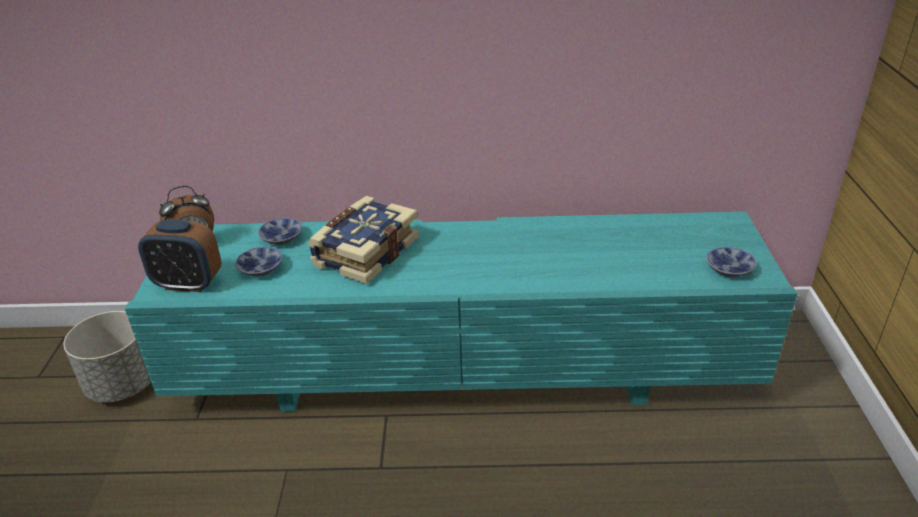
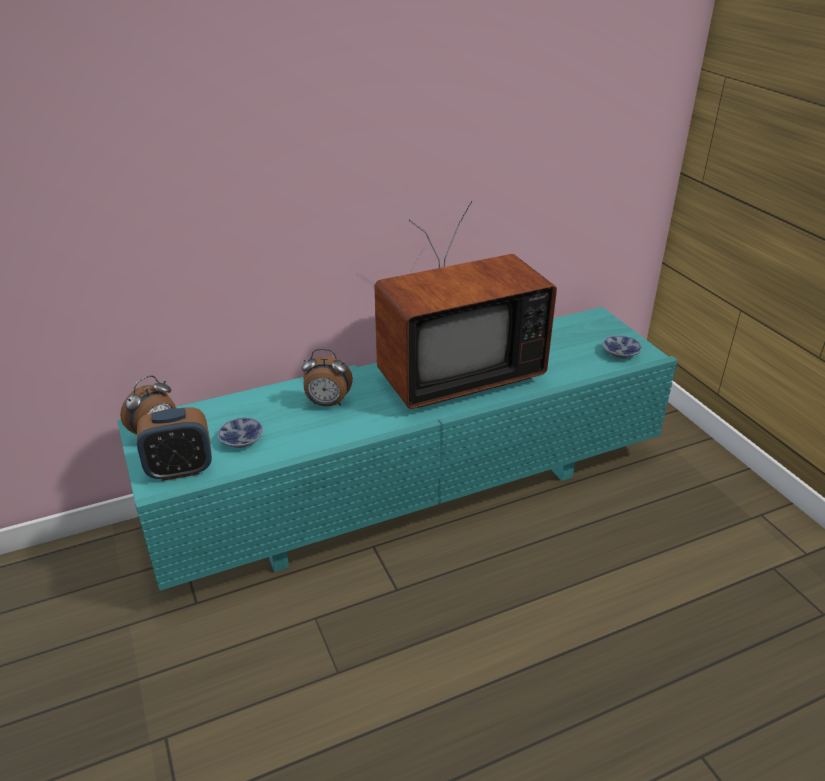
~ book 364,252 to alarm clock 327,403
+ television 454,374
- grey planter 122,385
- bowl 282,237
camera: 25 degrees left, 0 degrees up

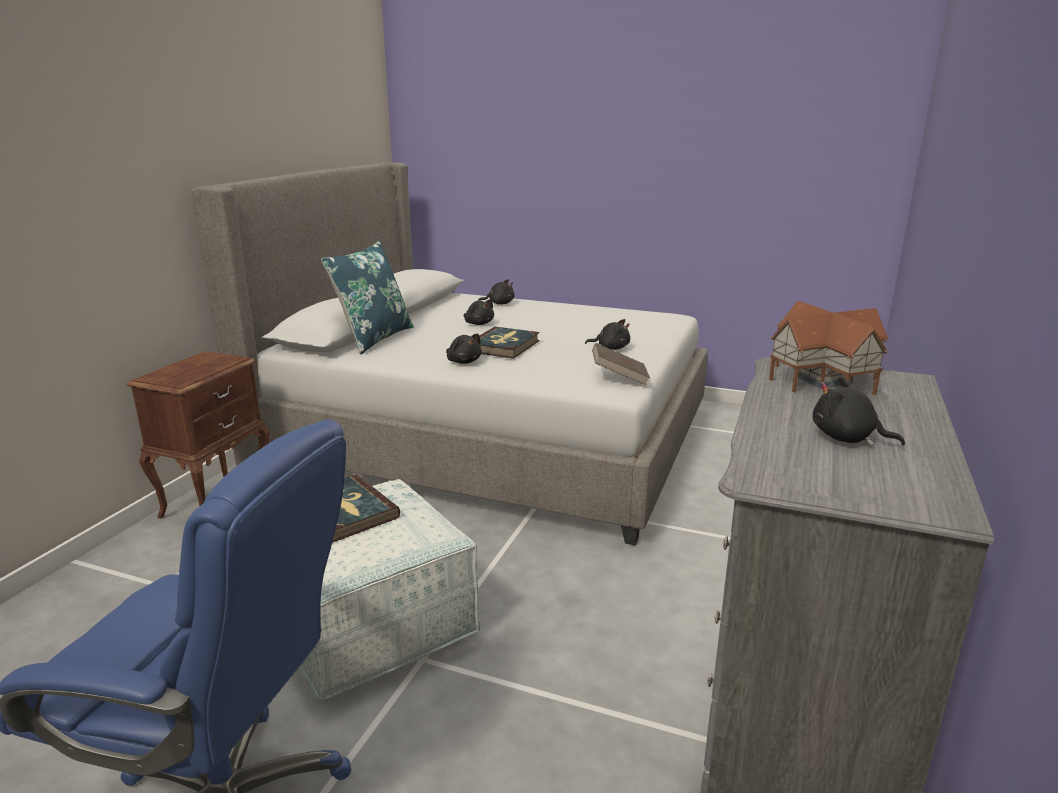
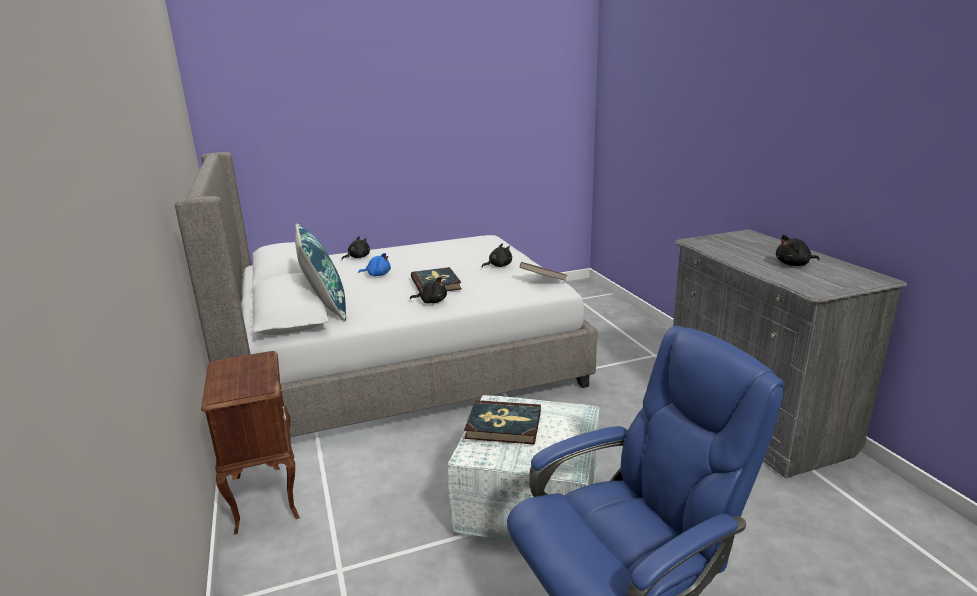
~ black plush toy 478,323 to blue plush toy 377,275
- toy house 822,380
camera: 40 degrees left, 0 degrees up

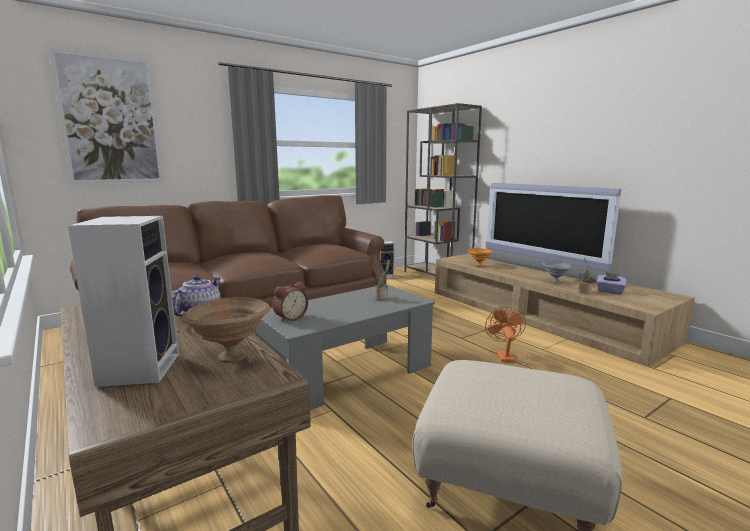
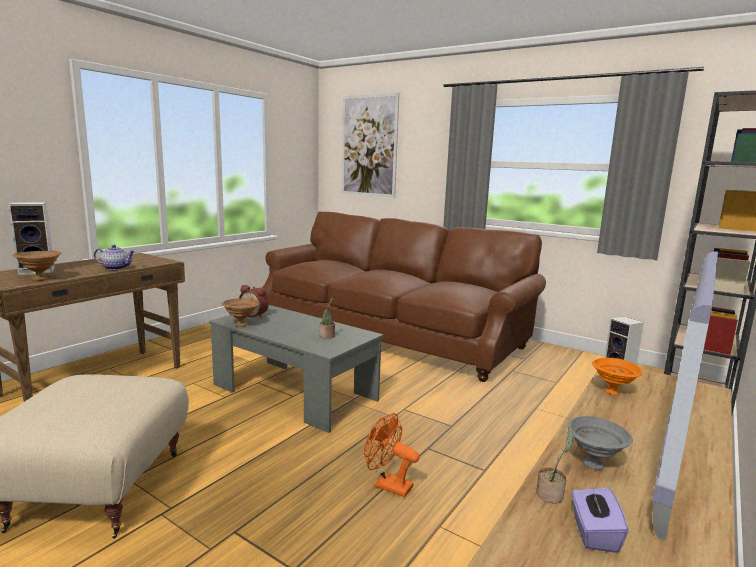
+ brown bowl 240,324
~ orange fan 504,356 = 387,485 135 degrees counterclockwise
camera: 70 degrees right, 0 degrees up

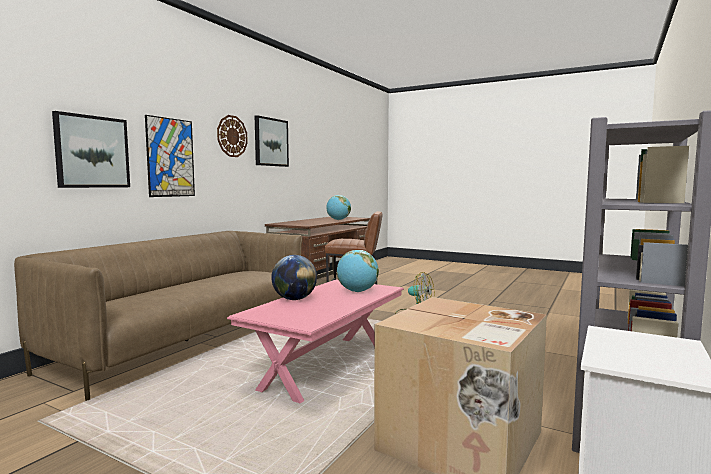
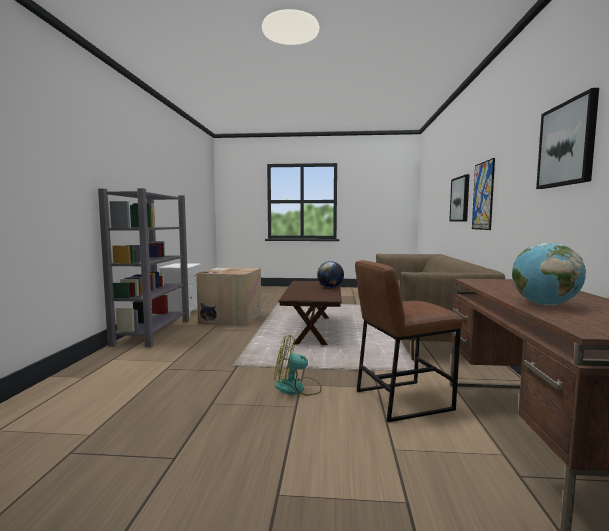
~ pink coffee table 326,366 to brown coffee table 313,330
- wall clock 232,136
- globe 357,291
camera: 155 degrees right, 0 degrees up

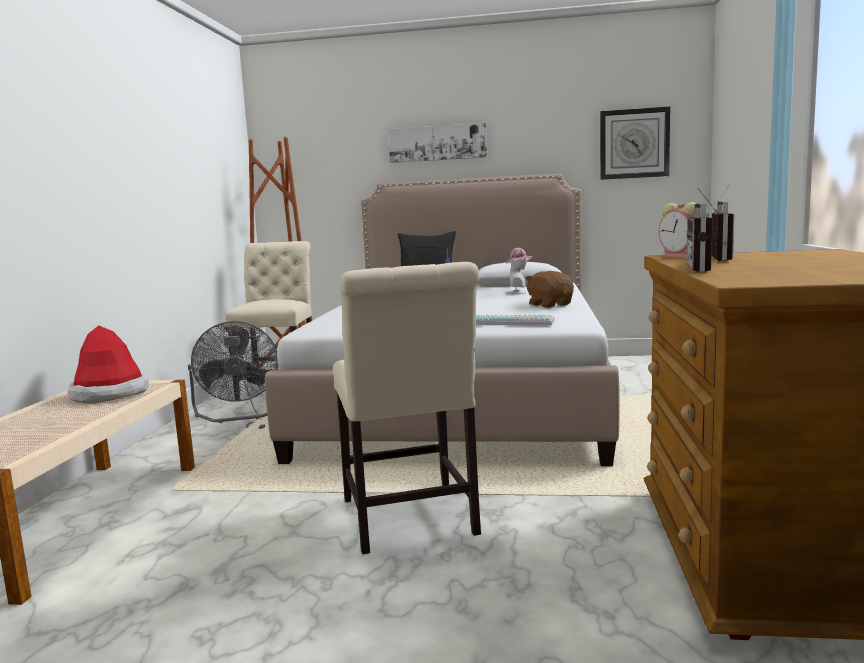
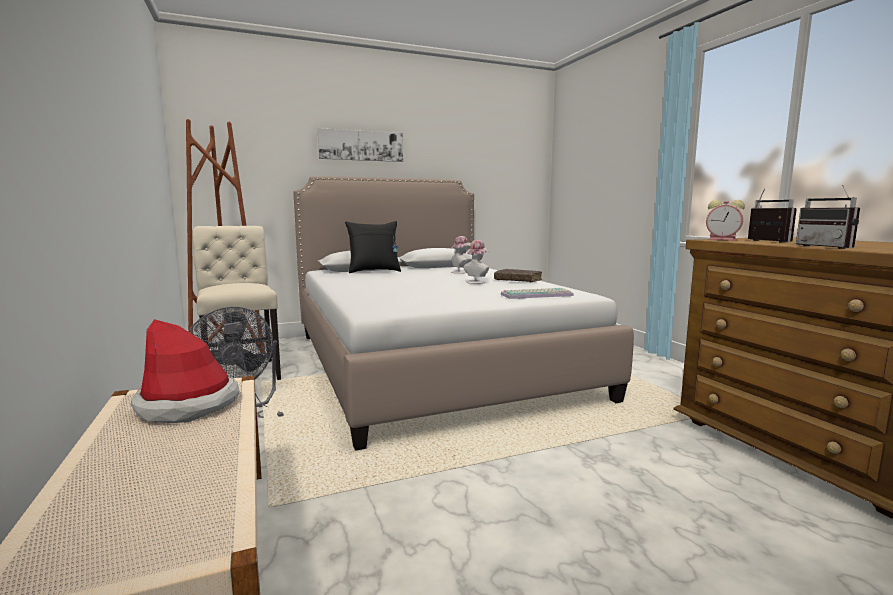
+ hat 477,282
~ brown plush toy 550,305 to brown book 517,280
- beige chair 409,522
- wall clock 634,143
camera: 30 degrees left, 0 degrees up

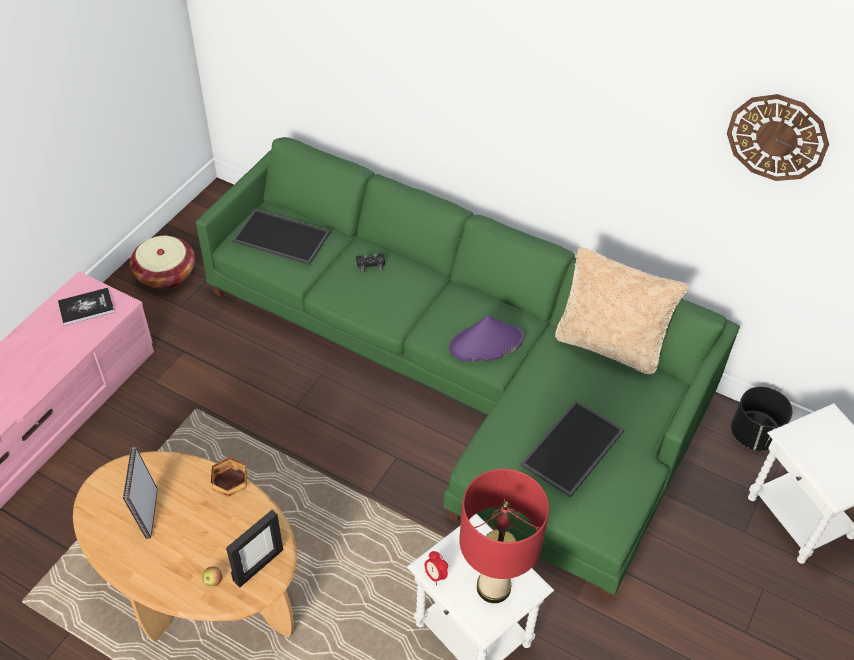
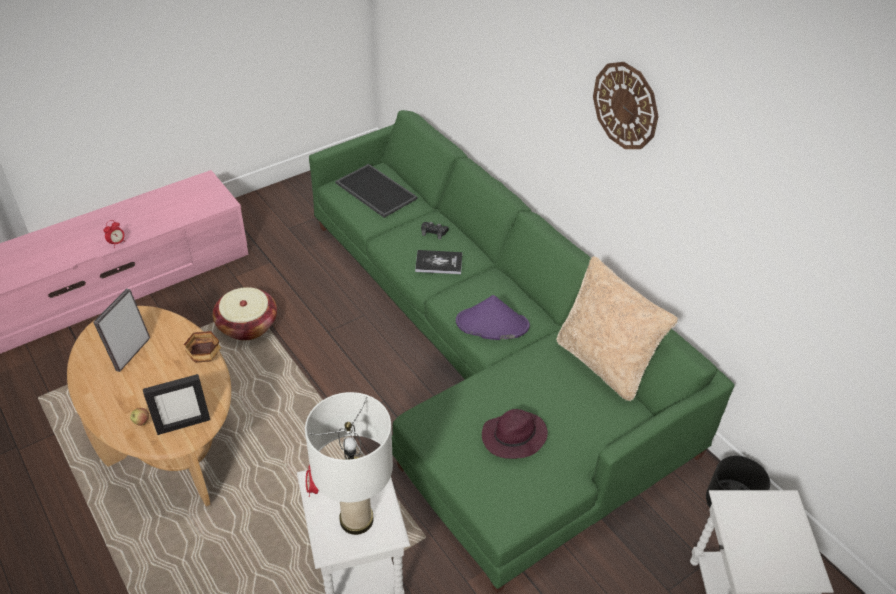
+ alarm clock 117,243
~ basket 165,274 to 247,325
~ red table lamp 494,587 to white table lamp 357,519
~ book 86,307 to 439,263
~ tray 573,449 to purple hat 513,437
~ wall clock 777,137 to 626,105
camera: 25 degrees right, 5 degrees down

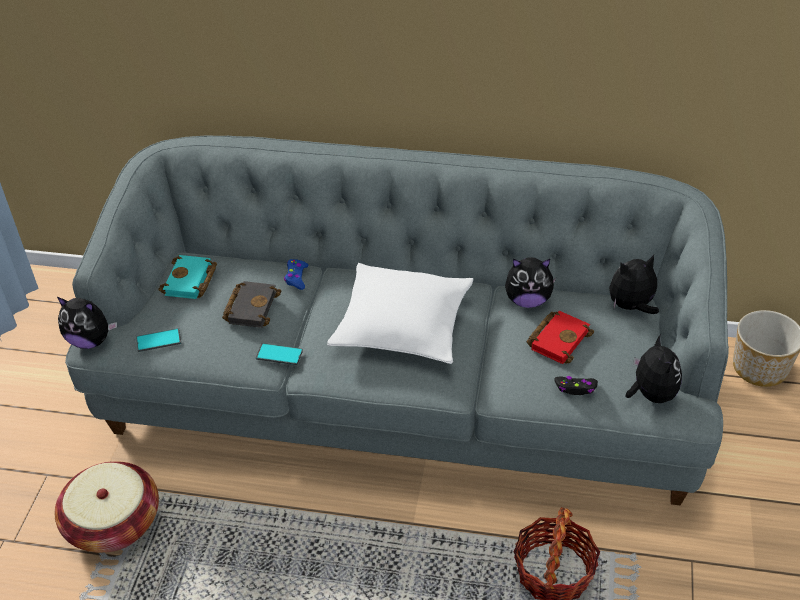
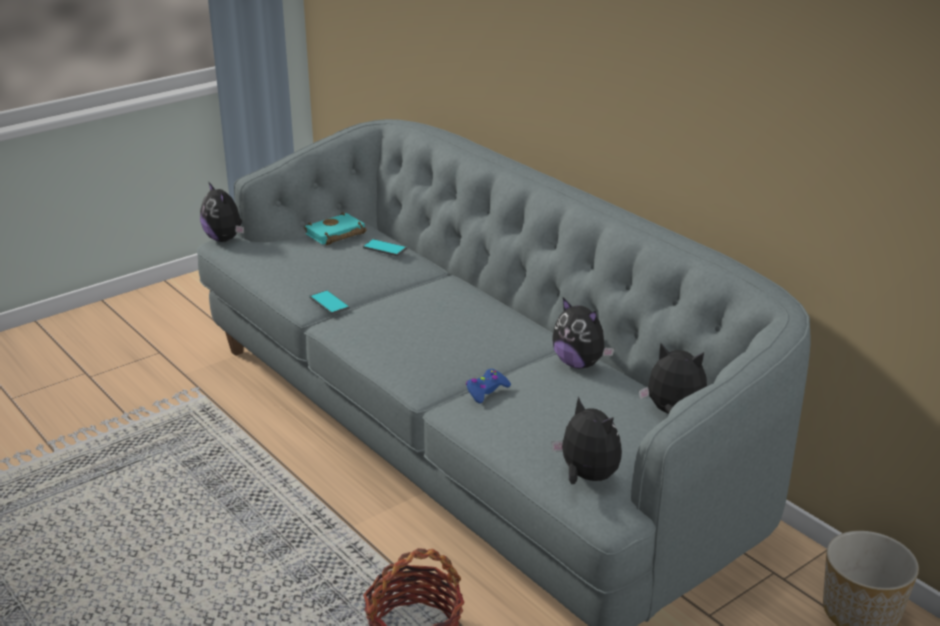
~ phone 159,340 to 385,248
~ blue game controller 296,277 to 486,391
~ plush toy 651,394 = 586,477 75 degrees counterclockwise
- basket 114,523
- black book 251,307
- white pillow 403,324
- red book 558,339
- black game controller 575,388
camera: 40 degrees right, 15 degrees down

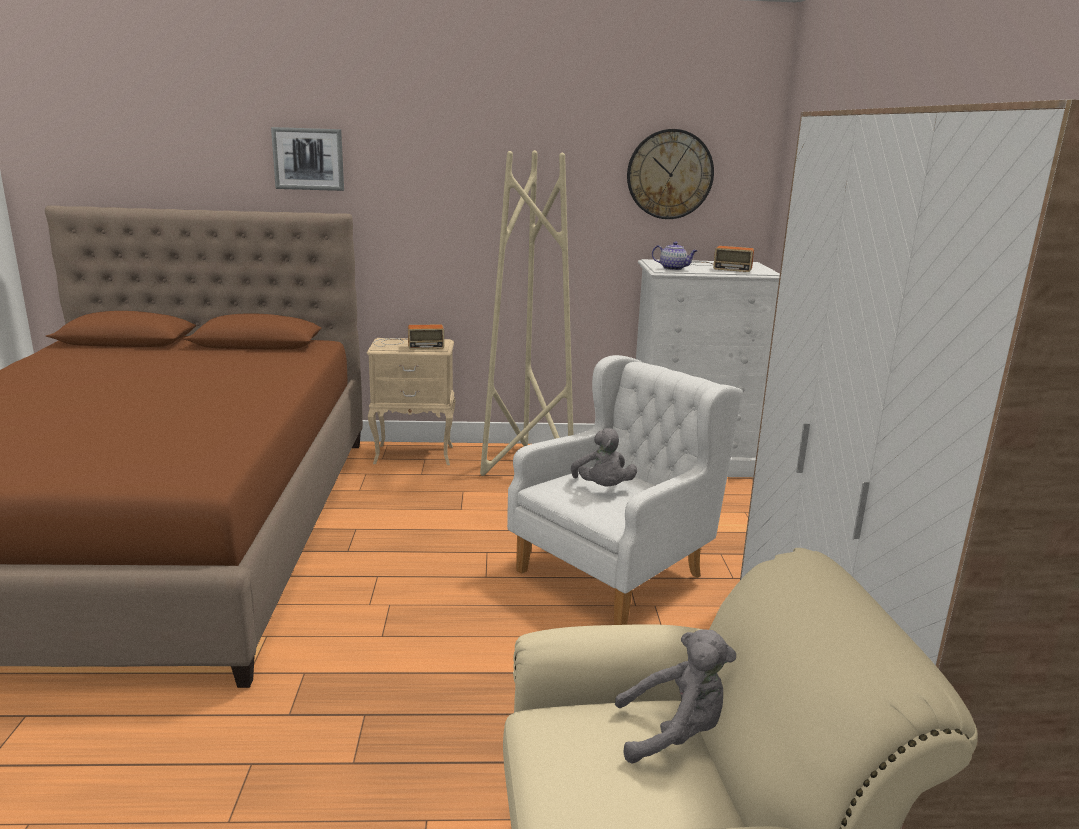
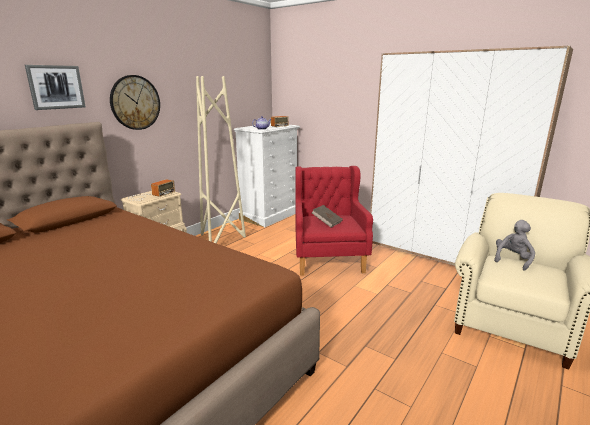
~ wall clock 670,174 to 135,102
~ white armchair 617,573 to red armchair 327,258
~ grey plush toy 603,488 to brown book 327,222
camera: 50 degrees left, 0 degrees up

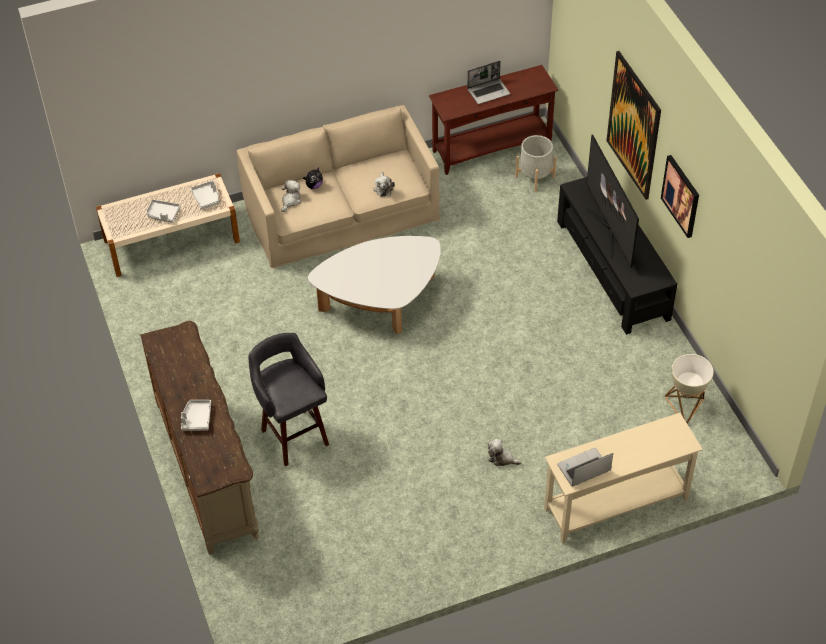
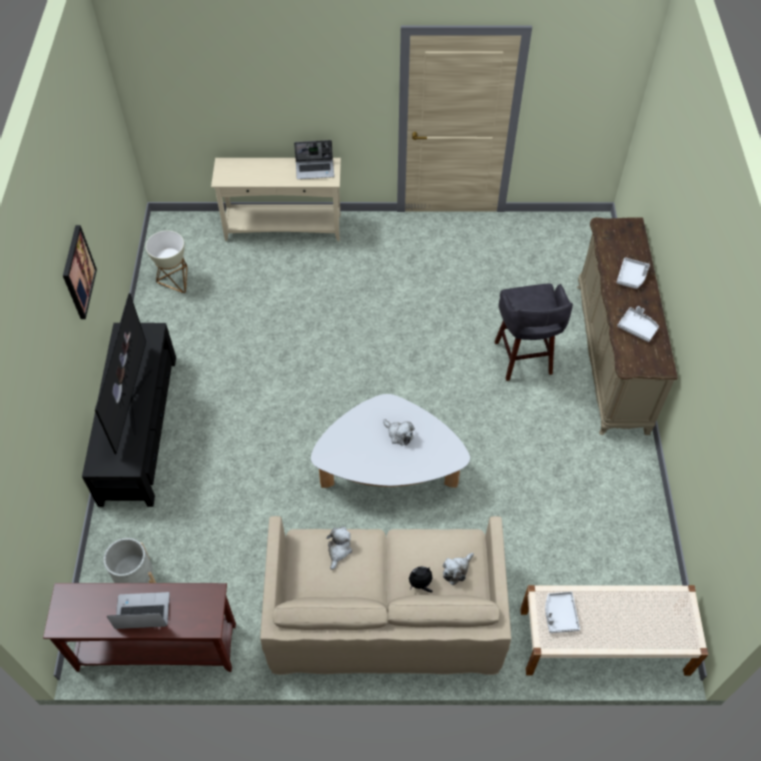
~ plush toy 501,458 to 399,434
~ grey tray 163,214 to 637,328
- picture 634,125
camera: 160 degrees left, 5 degrees up

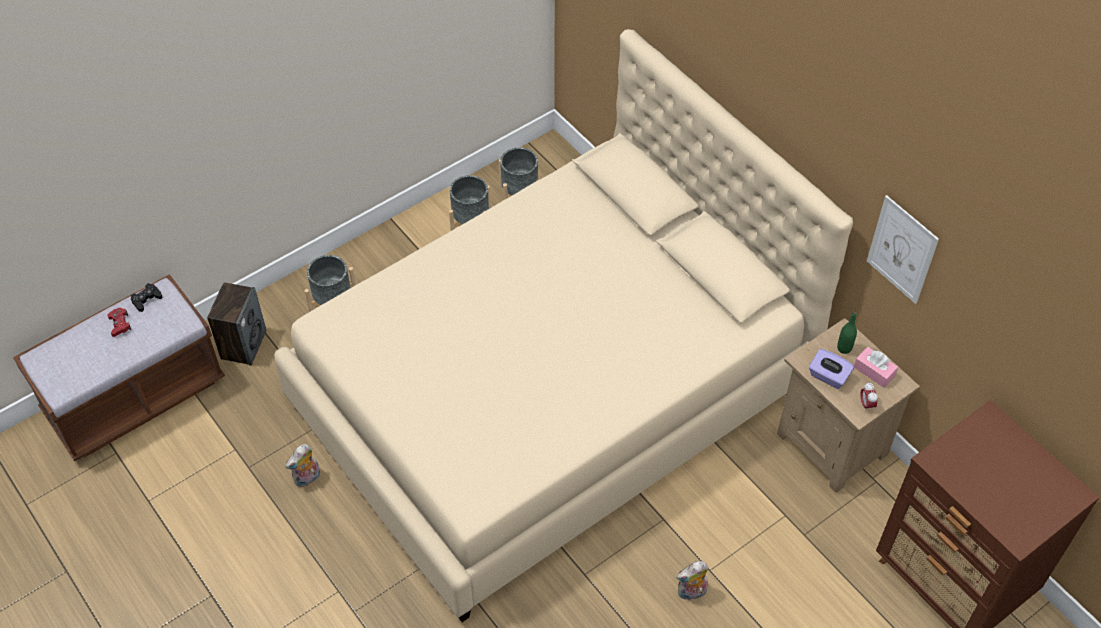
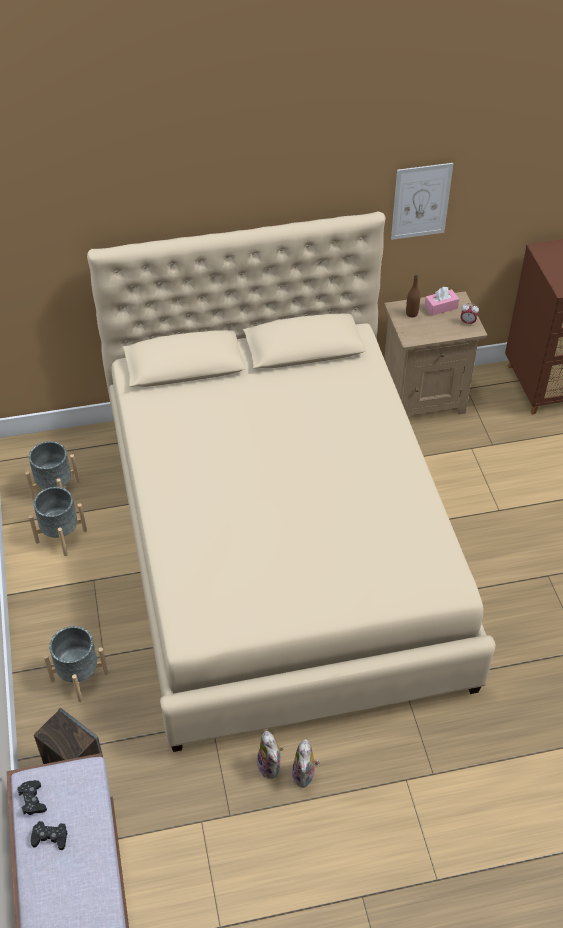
~ red game controller 120,324 to black game controller 50,837
~ plush toy 691,593 to 305,775
~ green bottle 844,348 to brown bottle 411,313
- purple tissue box 828,376
camera: 65 degrees left, 5 degrees down

